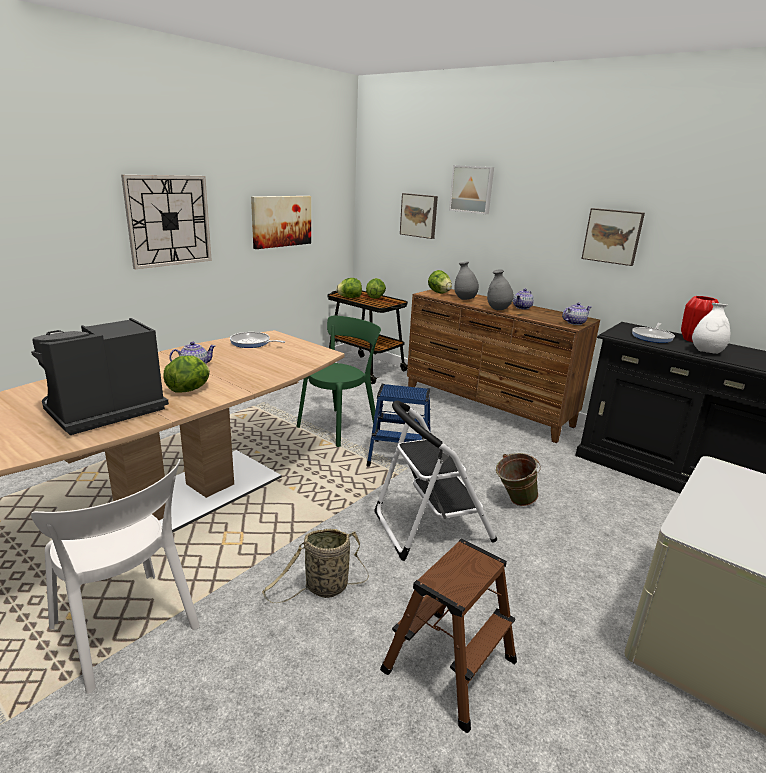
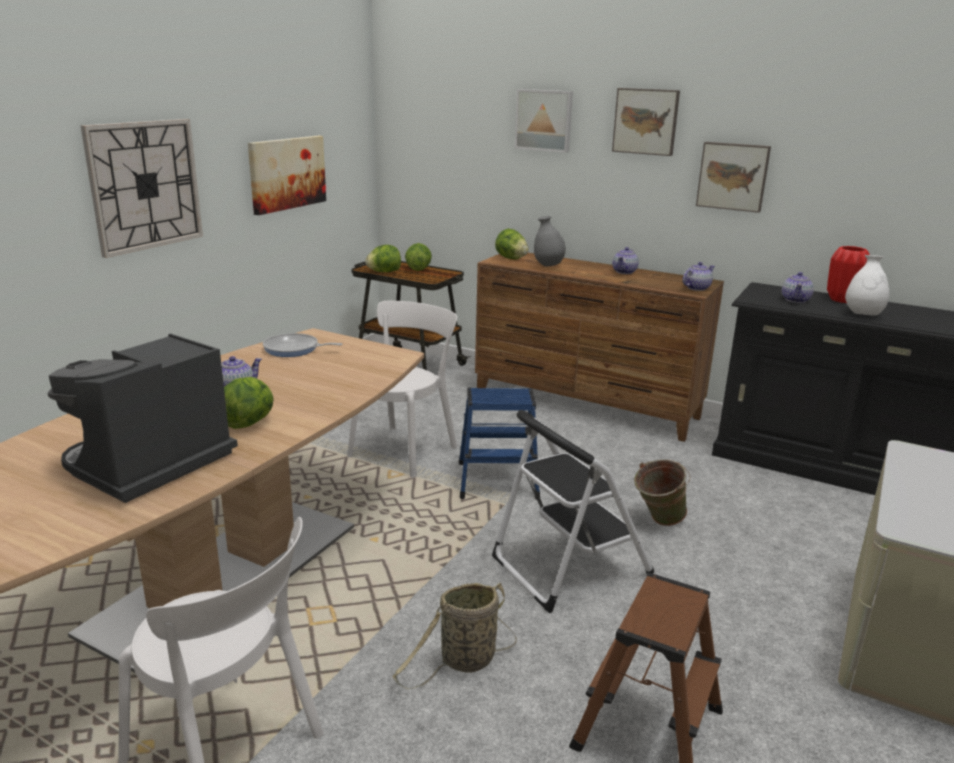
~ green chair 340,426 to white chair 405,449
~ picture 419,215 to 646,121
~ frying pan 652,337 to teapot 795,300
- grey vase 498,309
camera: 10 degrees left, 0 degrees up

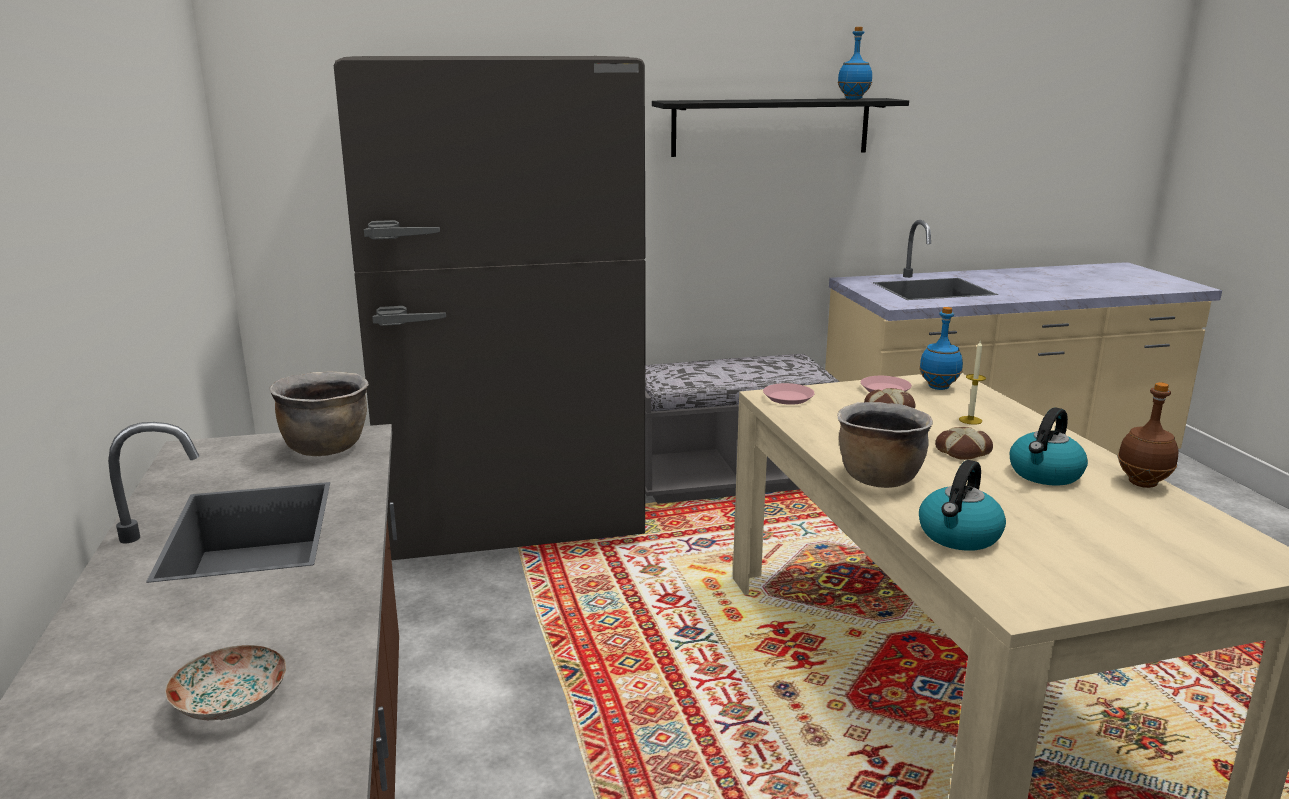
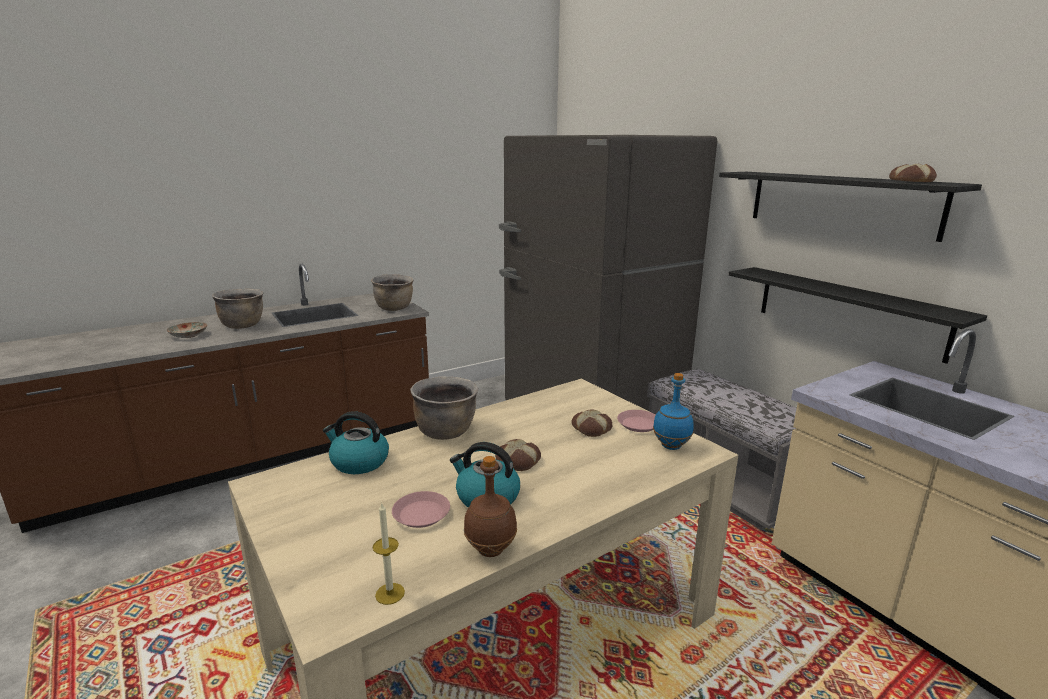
+ brown cooking pot 243,325
~ candle 970,420 to 390,593
~ pink plate 788,398 to 421,514
+ black shelf 847,311
~ blue bottle 854,99 to bread 910,181
camera: 70 degrees right, 0 degrees up

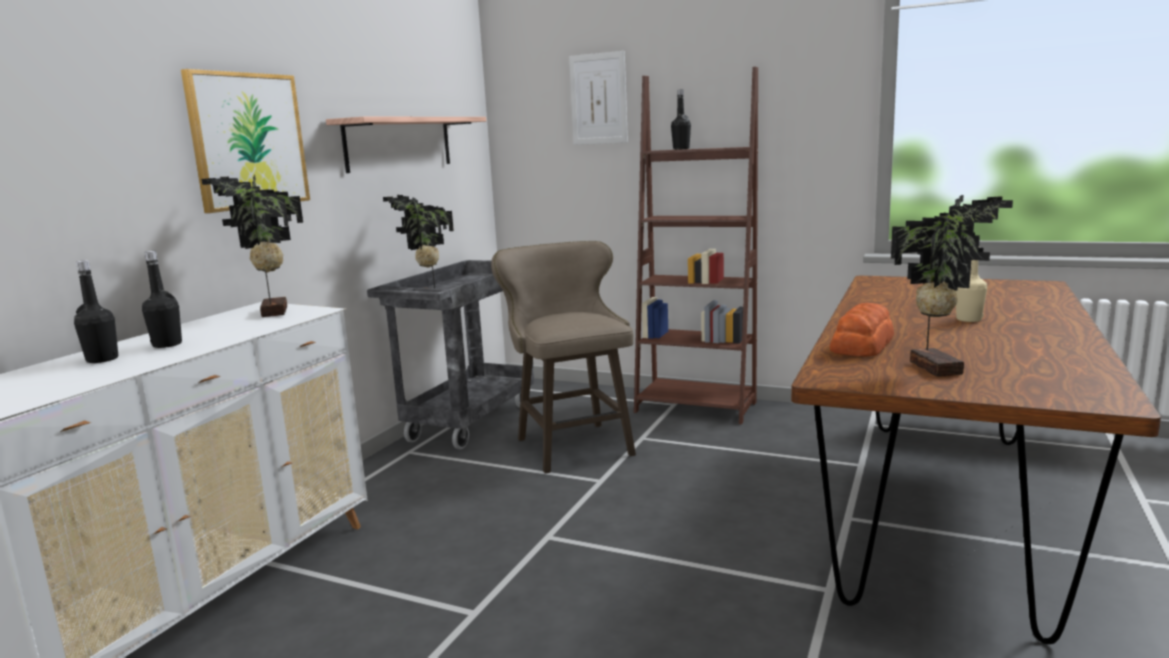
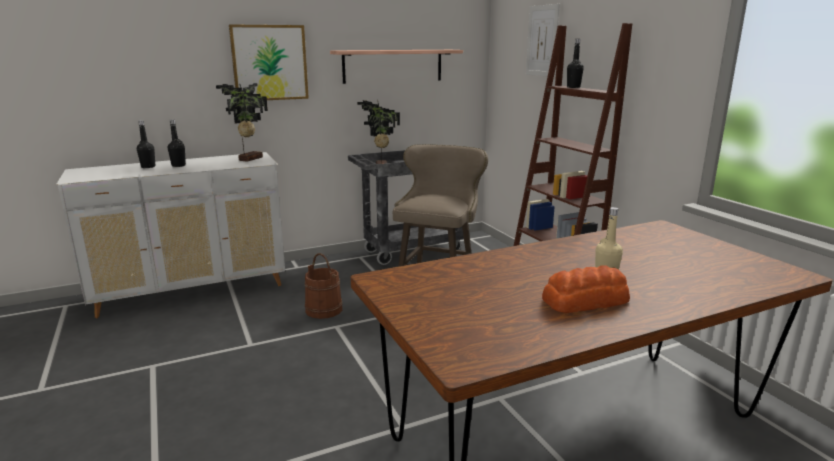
+ brown bucket 324,309
~ bread 863,344 to 586,301
- potted plant 938,367
camera: 40 degrees right, 5 degrees up

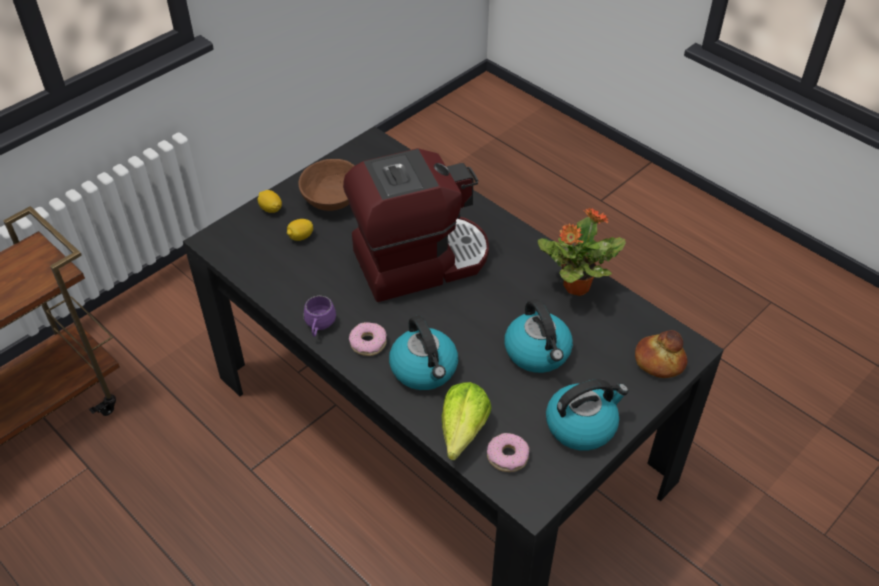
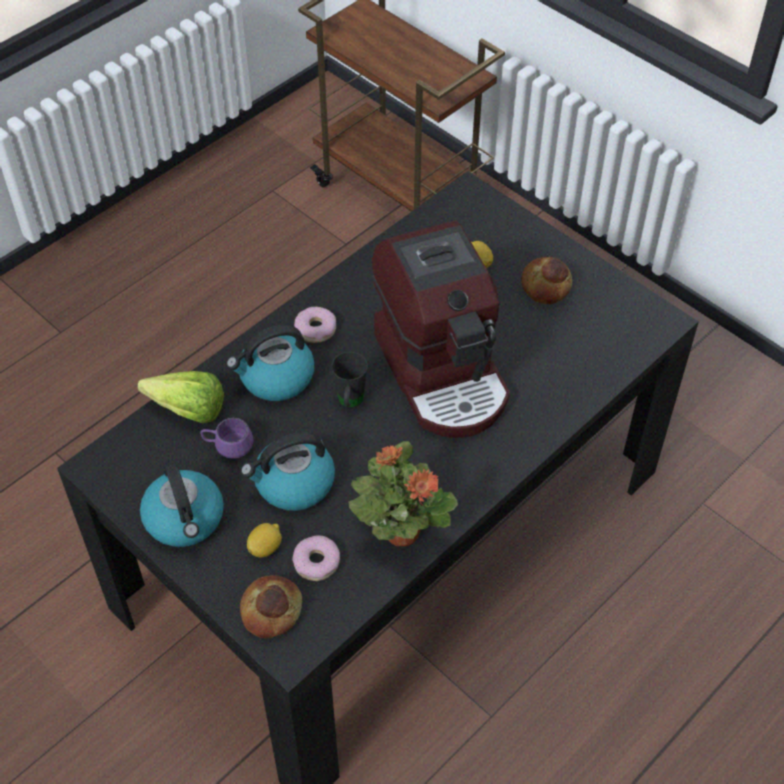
~ purple mug 319,327 to 228,448
~ lemon 270,209 to 265,547
~ donut 507,456 to 316,562
+ black mug 350,403
~ brown bowl 331,199 to bread 546,286
camera: 90 degrees right, 5 degrees up

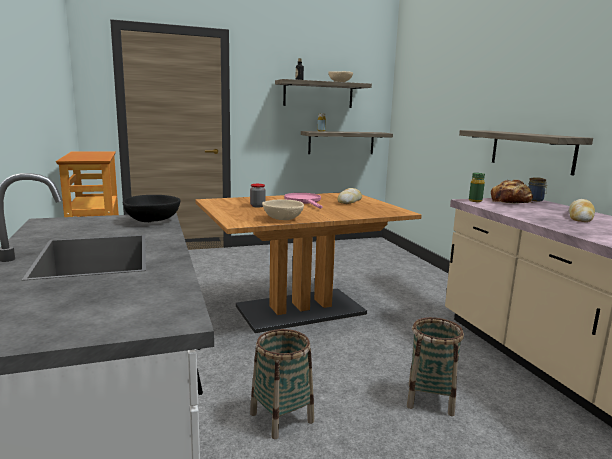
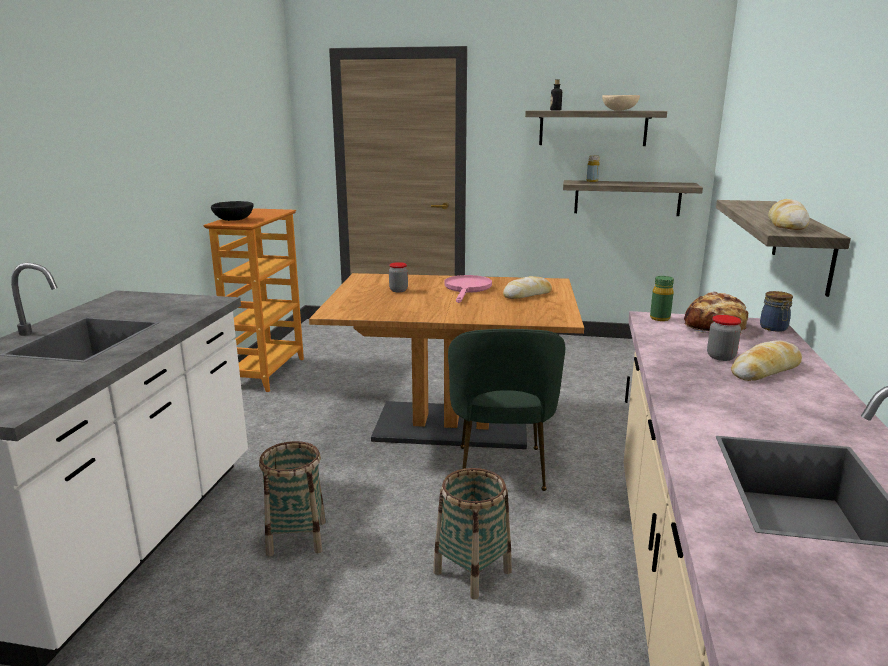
~ black bowl 152,221 to 233,220
+ green chair 500,473
+ jar 721,357
+ bread 786,225
- beige bowl 283,219
camera: 30 degrees right, 5 degrees up

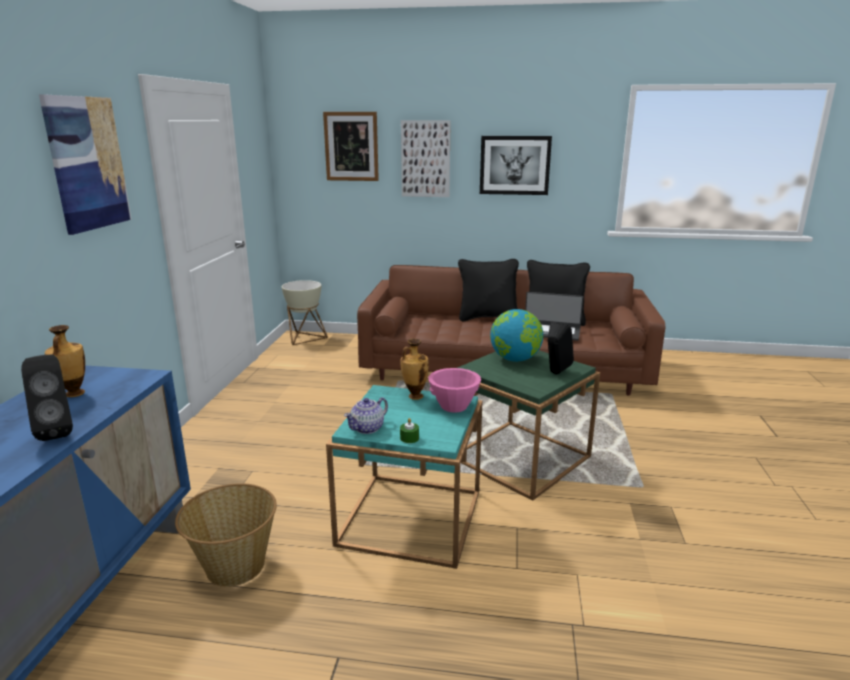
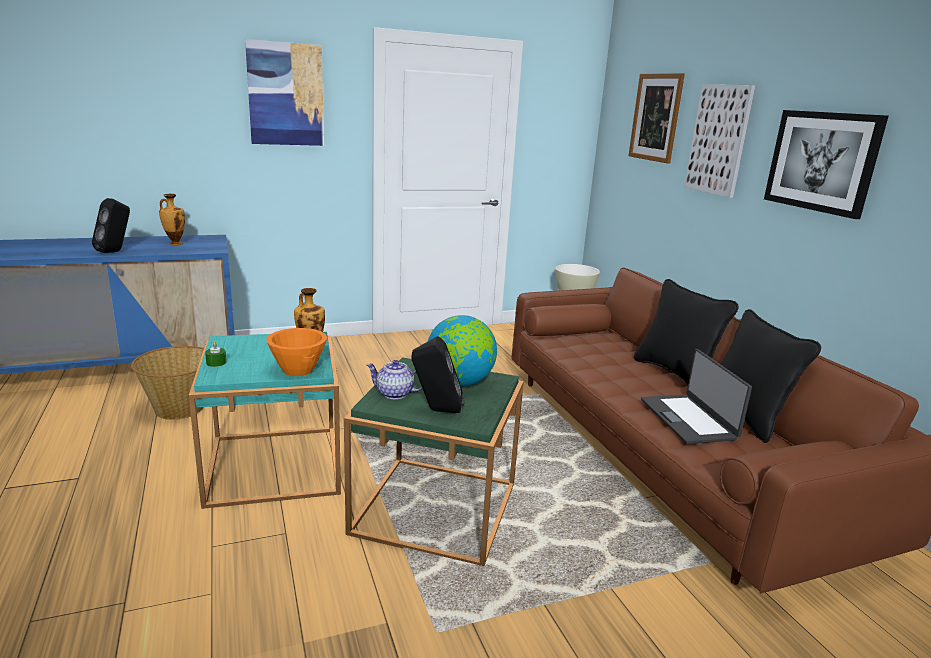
~ pink bowl 454,406 to orange bowl 297,370
~ teapot 367,428 to 395,394
camera: 60 degrees right, 0 degrees up

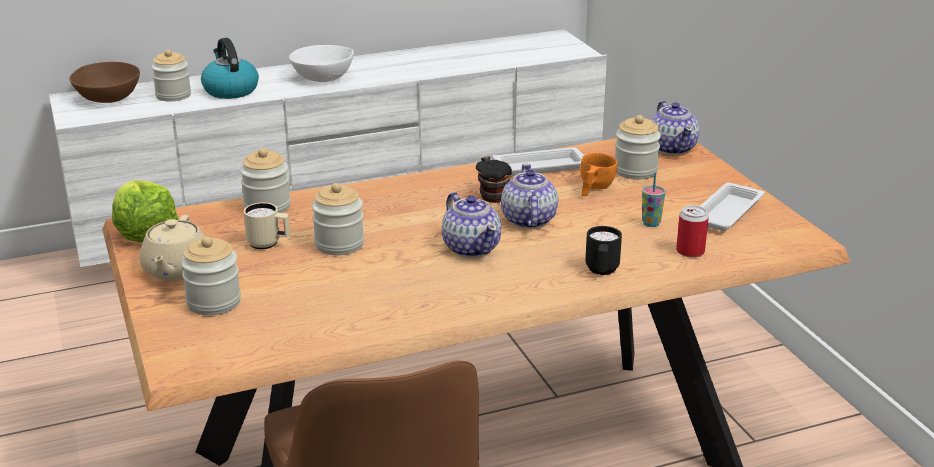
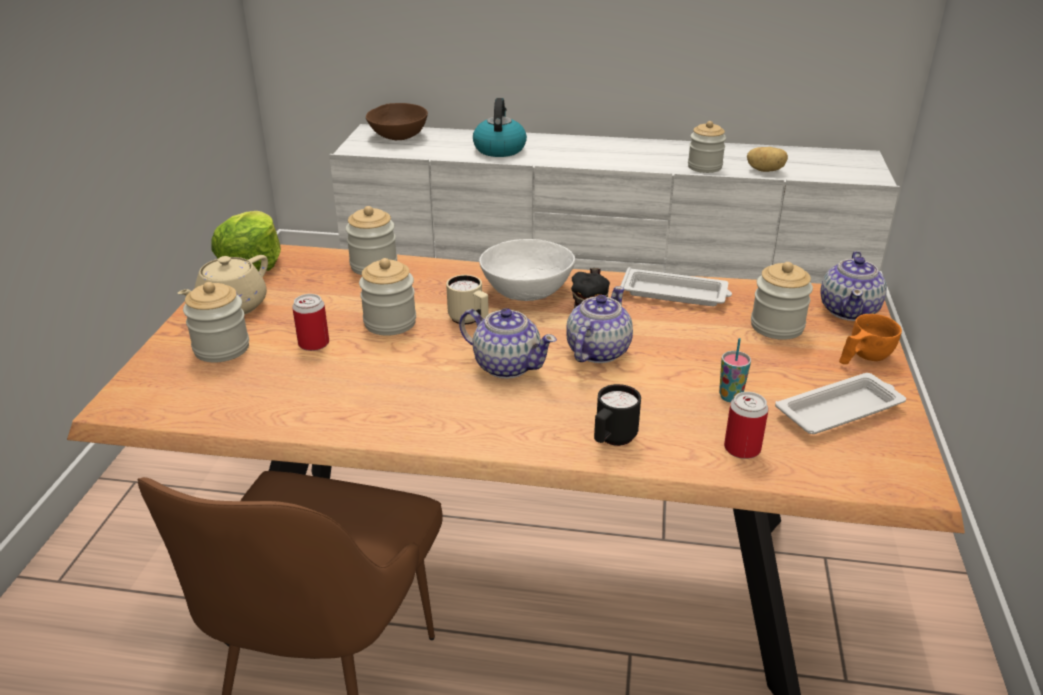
+ can 314,344
~ beige mug 269,244 to 469,320
~ teapot 471,248 = 506,365 60 degrees counterclockwise
~ white bowl 322,77 to 526,290
~ jar 173,95 to 704,167
+ potato 765,170
~ orange cup 593,189 to 863,357
camera: 30 degrees right, 5 degrees up

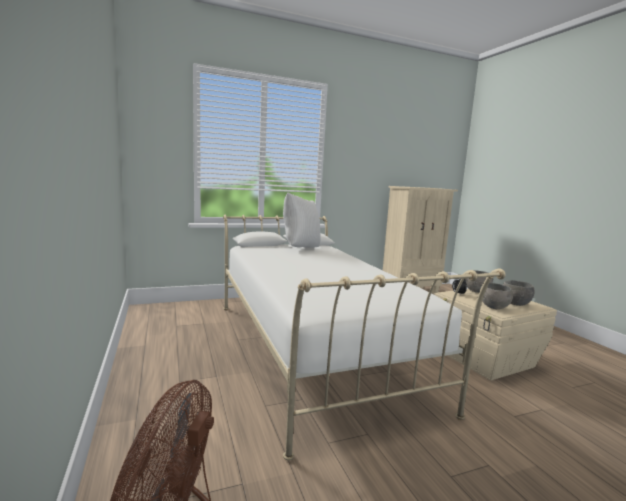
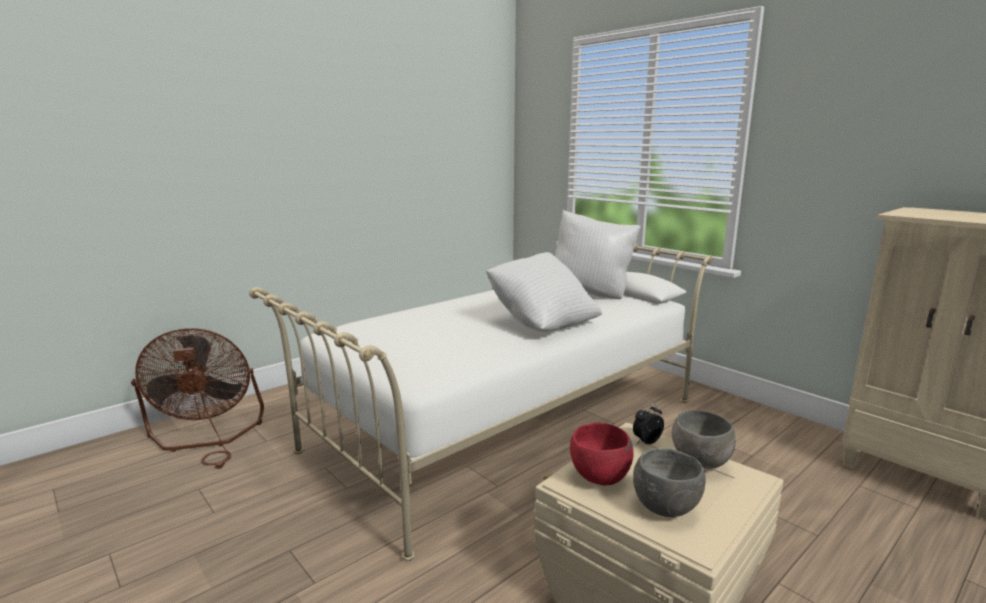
+ white pillow 542,323
~ grey bowl 494,307 to red bowl 599,478
camera: 70 degrees right, 5 degrees up

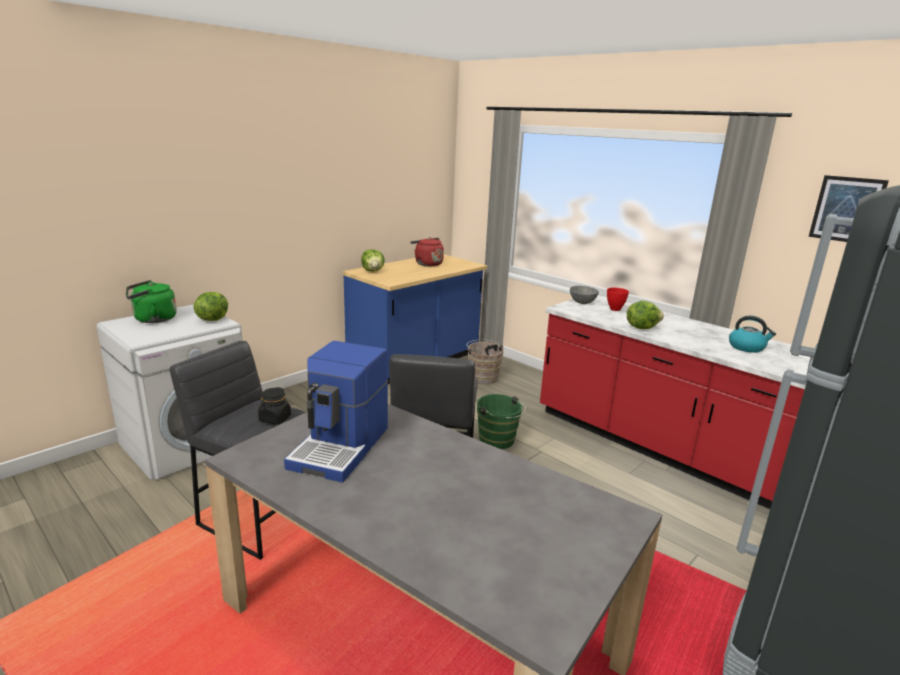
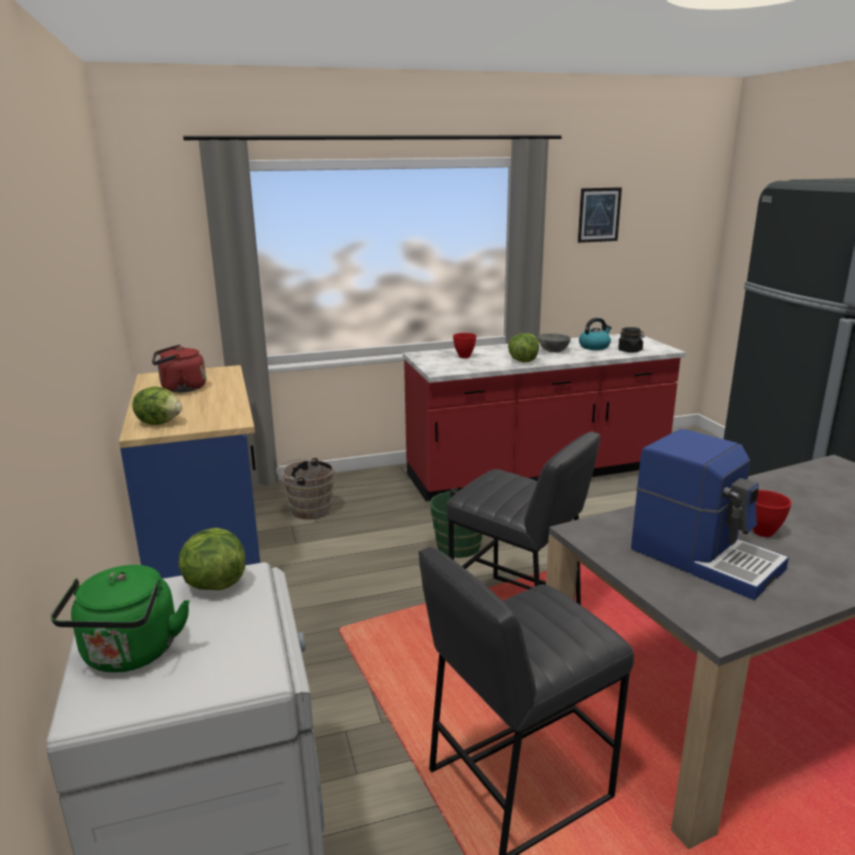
~ grey bowl 582,302 to 552,351
~ black jar 275,419 to 630,351
+ red bowl 764,533
camera: 60 degrees left, 0 degrees up

